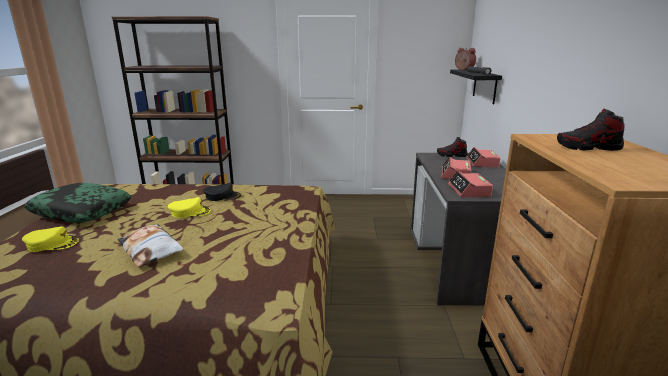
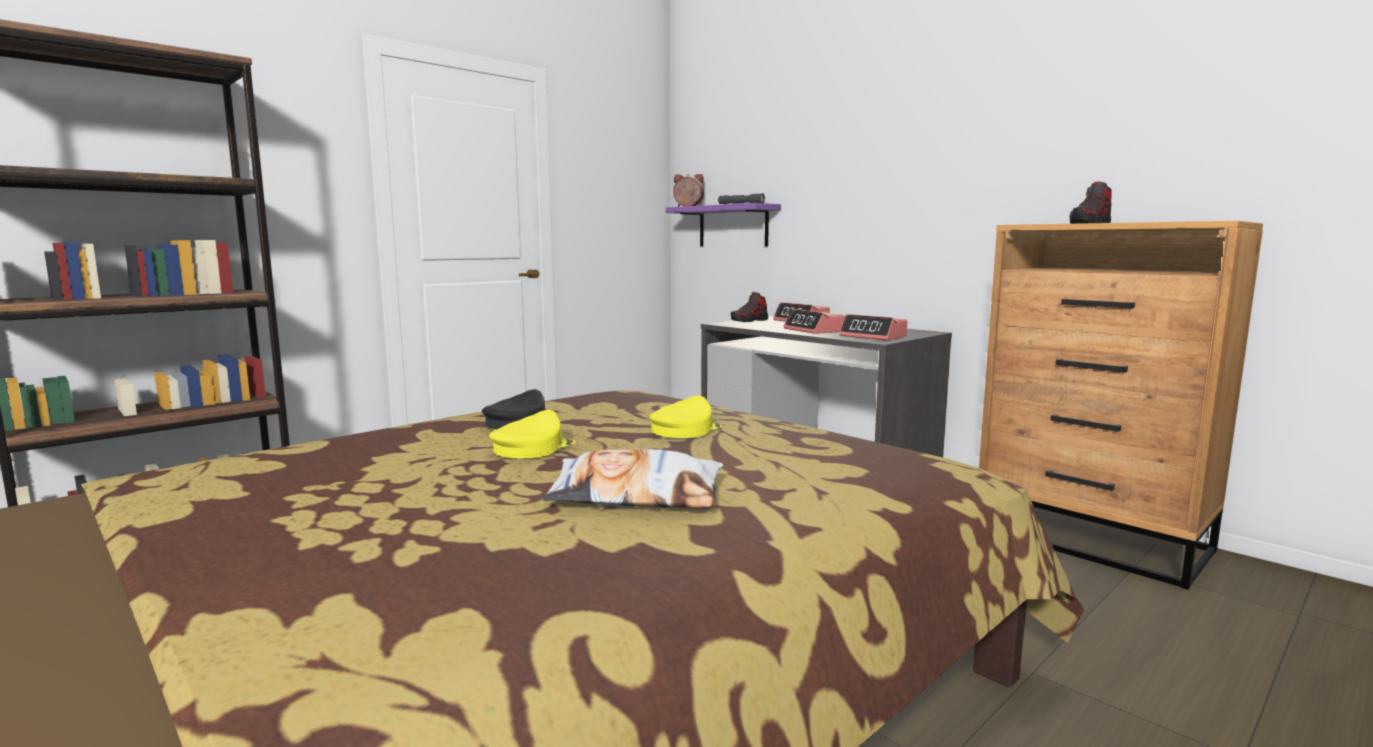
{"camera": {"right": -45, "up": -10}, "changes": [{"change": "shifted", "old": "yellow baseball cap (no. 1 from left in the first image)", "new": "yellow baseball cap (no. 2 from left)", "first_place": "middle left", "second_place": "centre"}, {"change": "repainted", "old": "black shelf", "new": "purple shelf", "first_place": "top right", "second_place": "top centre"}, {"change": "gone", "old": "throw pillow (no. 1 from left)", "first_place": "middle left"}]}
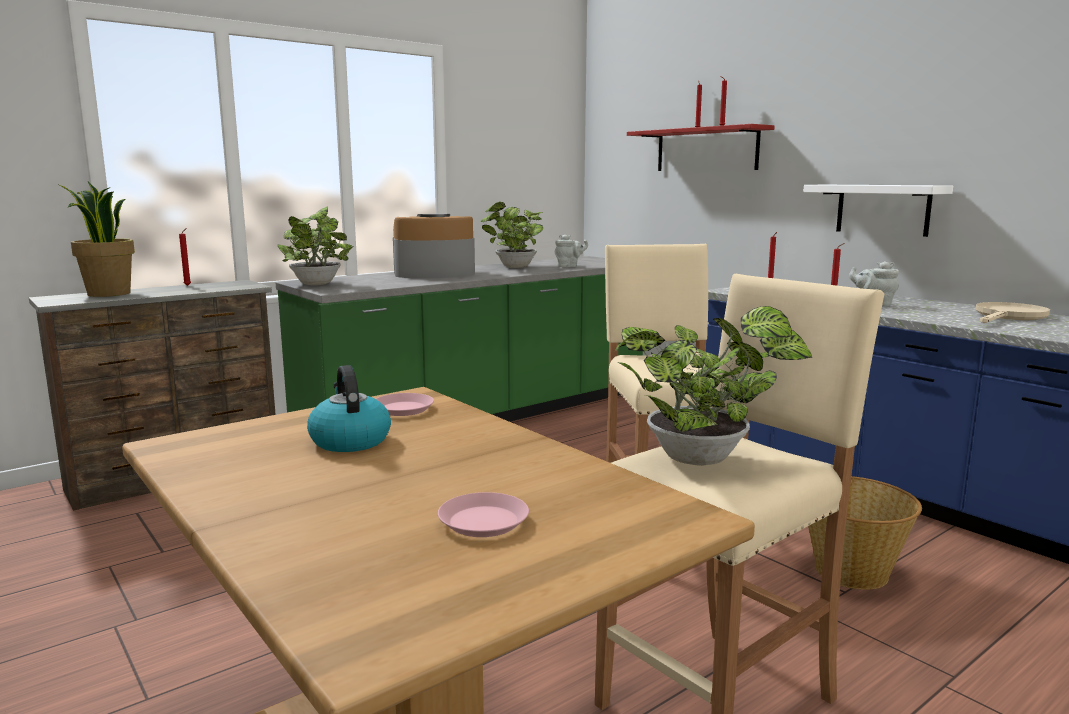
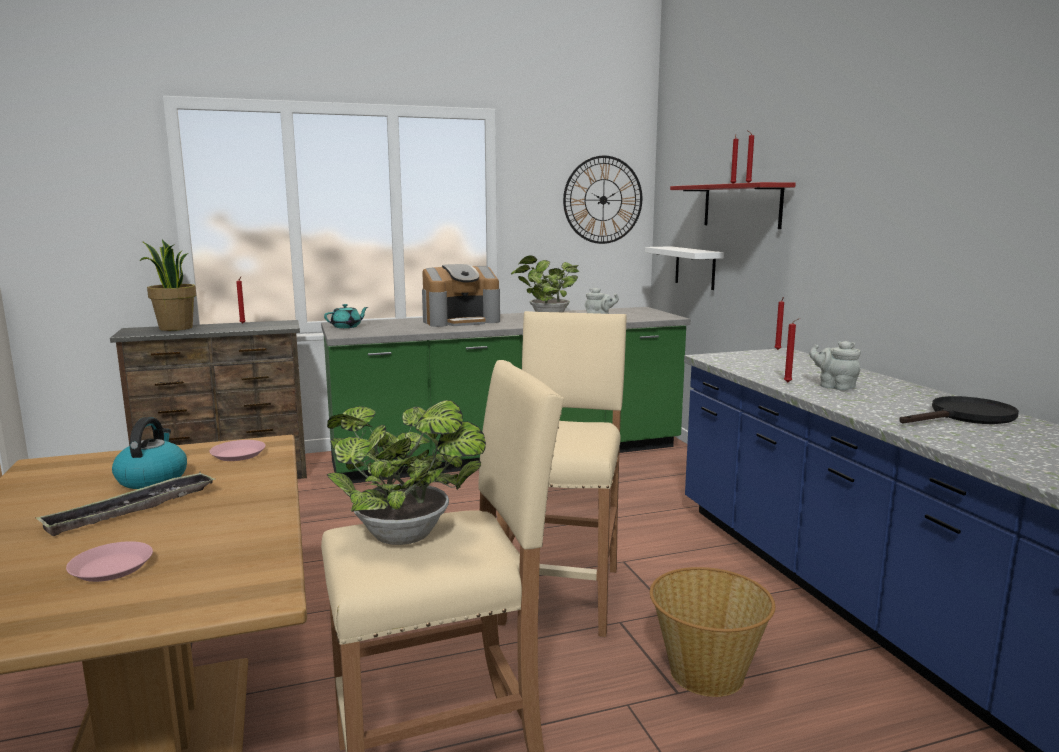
{"camera": {"right": 20, "up": 0}, "changes": [{"change": "new", "new": "carrying tray", "second_place": "bottom left"}, {"change": "swapped", "old": "potted plant (no. 2 from left)", "new": "turquoise-coloured teapot", "first_place": "middle left", "second_place": "middle left"}, {"change": "rotated", "old": "coffee maker", "first_place": "centre", "second_place": "centre", "degrees": 150}, {"change": "new", "new": "hanging clock", "second_place": "top centre"}, {"change": "shifted", "old": "white shelf", "first_place": "top right", "second_place": "centre"}, {"change": "repainted", "old": "beige skillet", "new": "black skillet", "first_place": "middle right", "second_place": "middle right"}]}
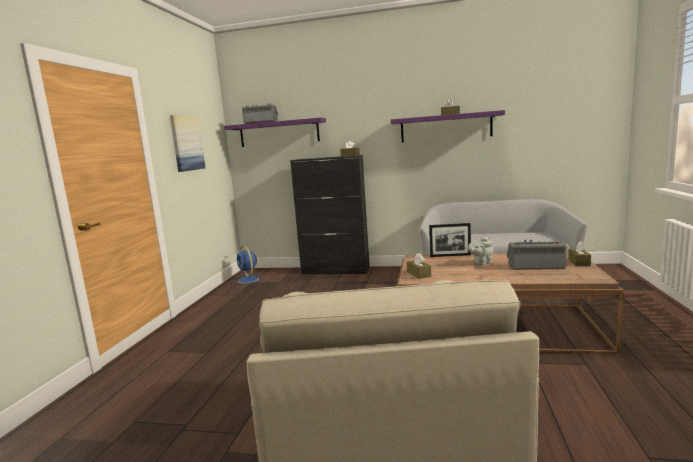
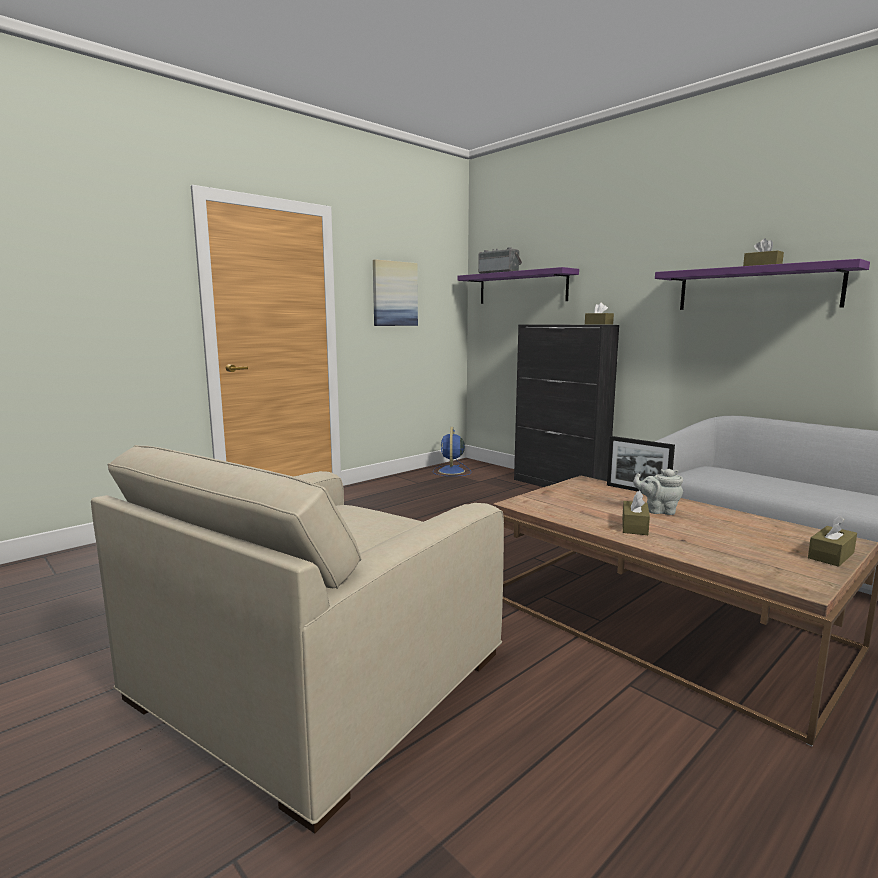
{"camera": {"right": 35, "up": 0}, "changes": [{"change": "shifted", "old": "brown tissue holder (no. 2 from left)", "first_place": "centre", "second_place": "middle right"}, {"change": "gone", "old": "radio (no. 2 from left)", "first_place": "middle right"}]}
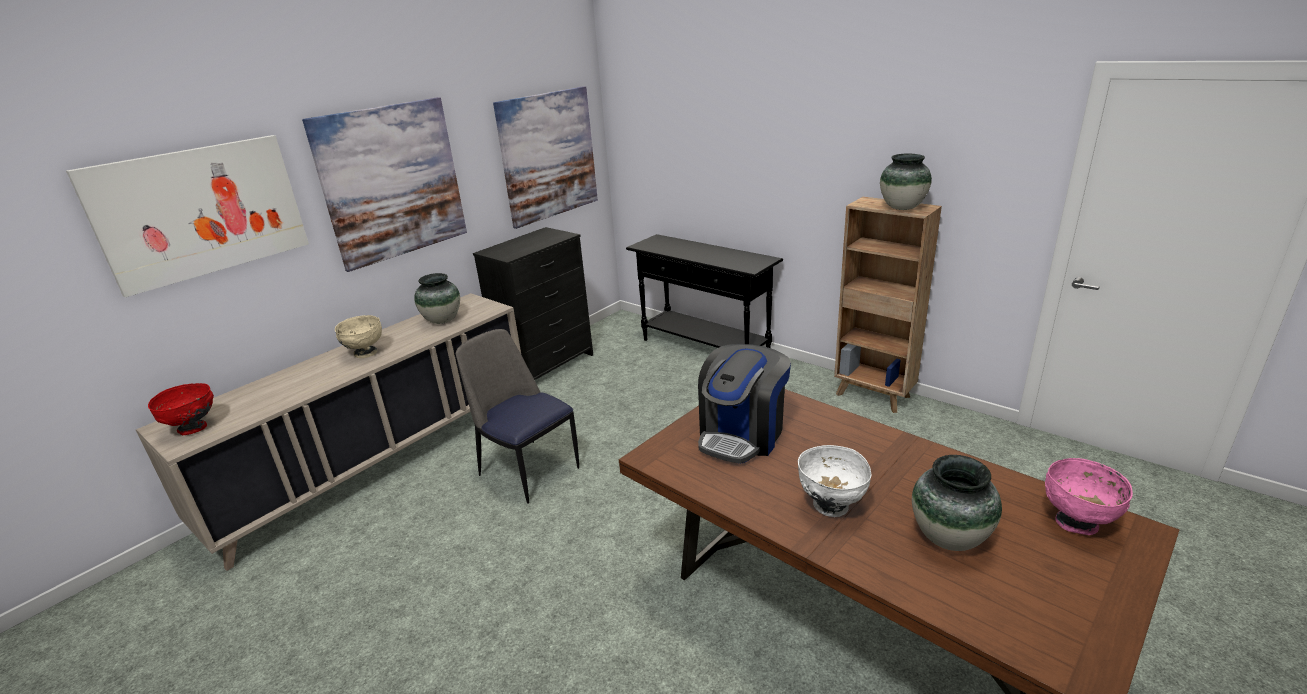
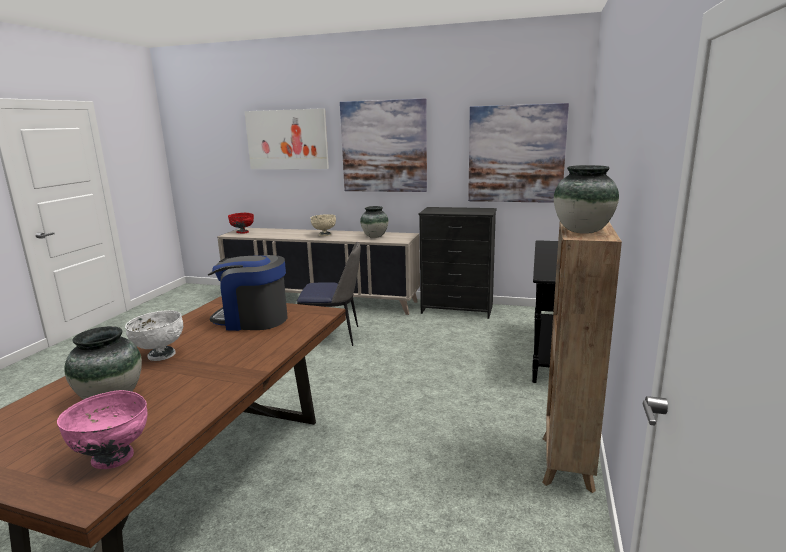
{"camera": {"right": 65, "up": -10}, "changes": [{"change": "rotated", "old": "chair", "first_place": "centre", "second_place": "centre", "degrees": 75}]}
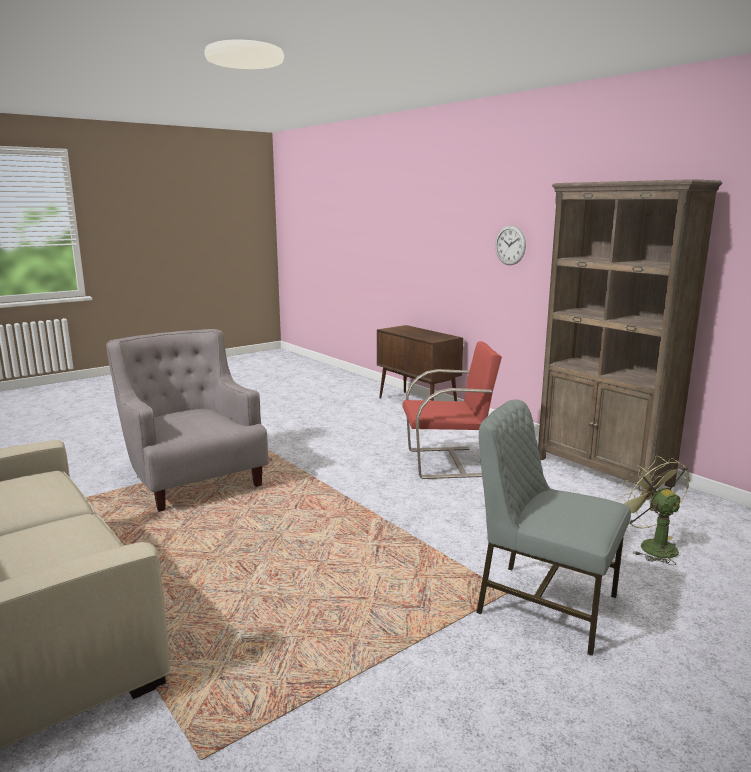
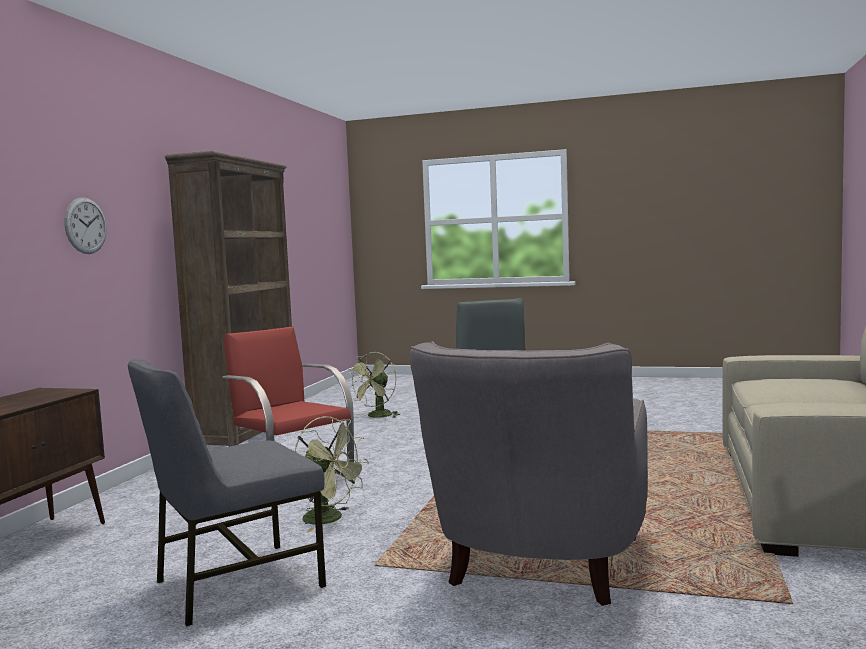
{"camera": {"right": -125, "up": -10}, "changes": [{"change": "new", "new": "gray chair (no. 1 from left)", "second_place": "bottom left"}, {"change": "new", "new": "green fan (no. 1 from left)", "second_place": "bottom centre"}]}
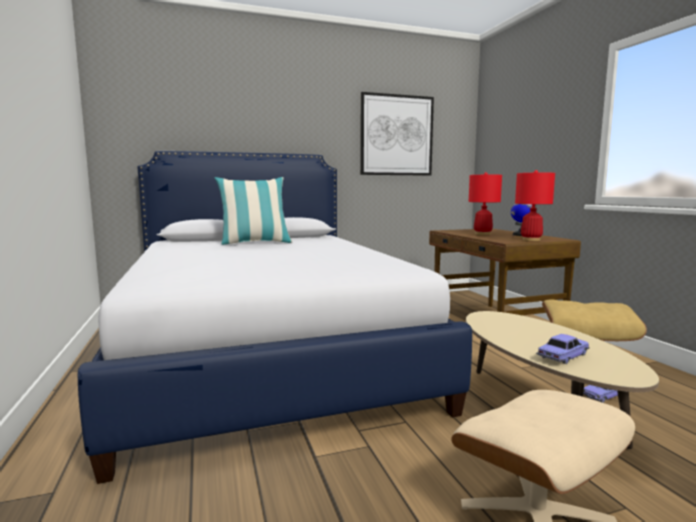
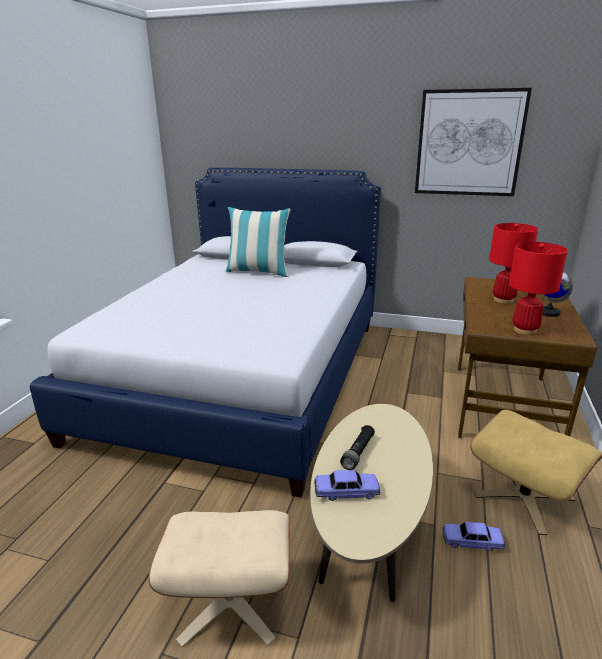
{"camera": {"right": 35, "up": 15}, "changes": [{"change": "new", "new": "black torch", "second_place": "bottom centre"}]}
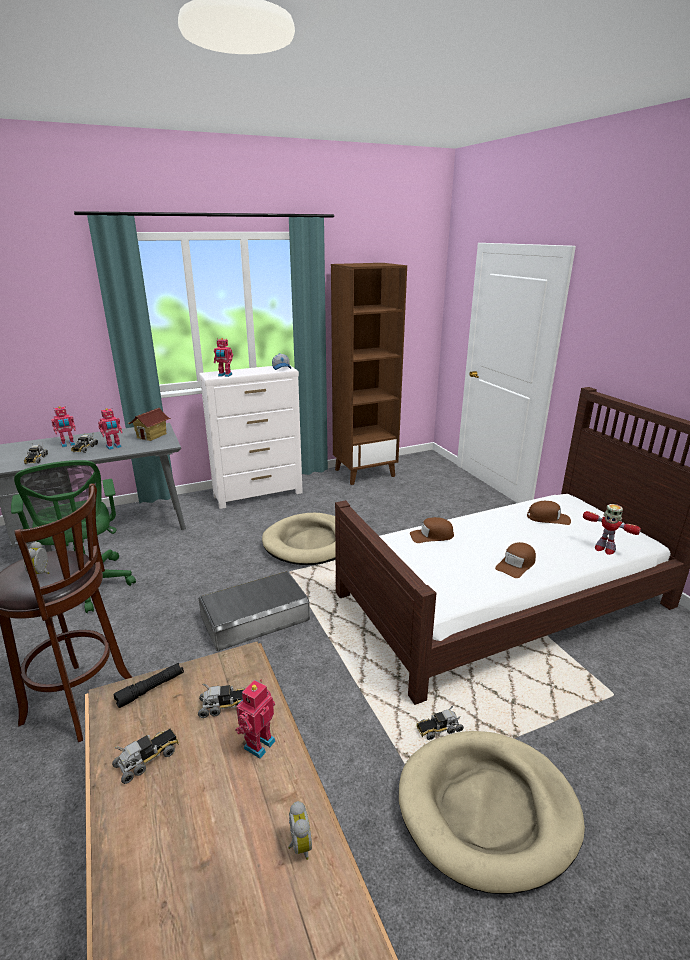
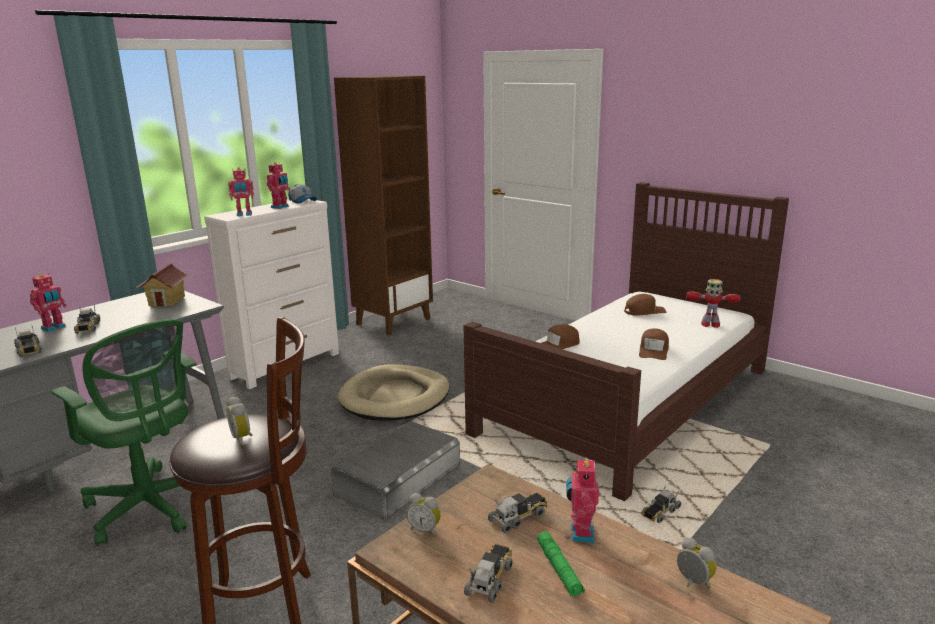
{"camera": {"right": -25, "up": -5}, "changes": [{"change": "shifted", "old": "robot figure (no. 2 from left in the first image)", "new": "robot figure (no. 3 from left)", "first_place": "middle left", "second_place": "top left"}, {"change": "swapped", "old": "black torch", "new": "alarm clock (no. 2 from left)", "first_place": "bottom left", "second_place": "bottom centre"}, {"change": "new", "new": "green torch", "second_place": "bottom centre"}, {"change": "gone", "old": "beige dog cushion (no. 2 from left)", "first_place": "bottom right"}]}
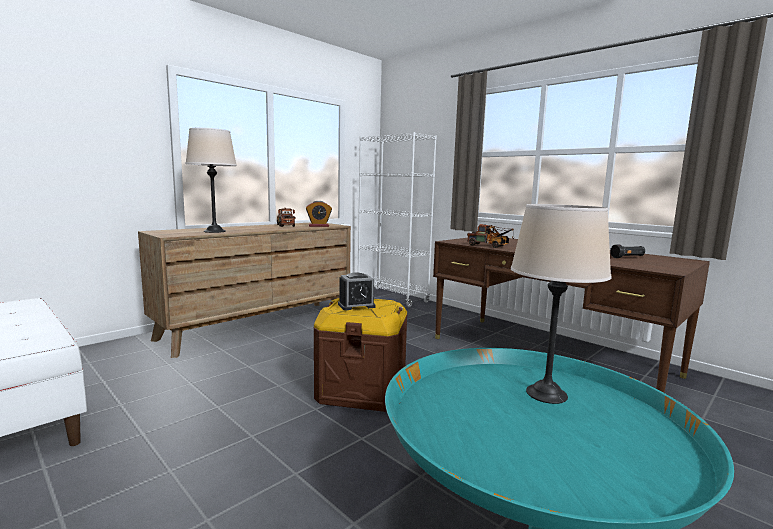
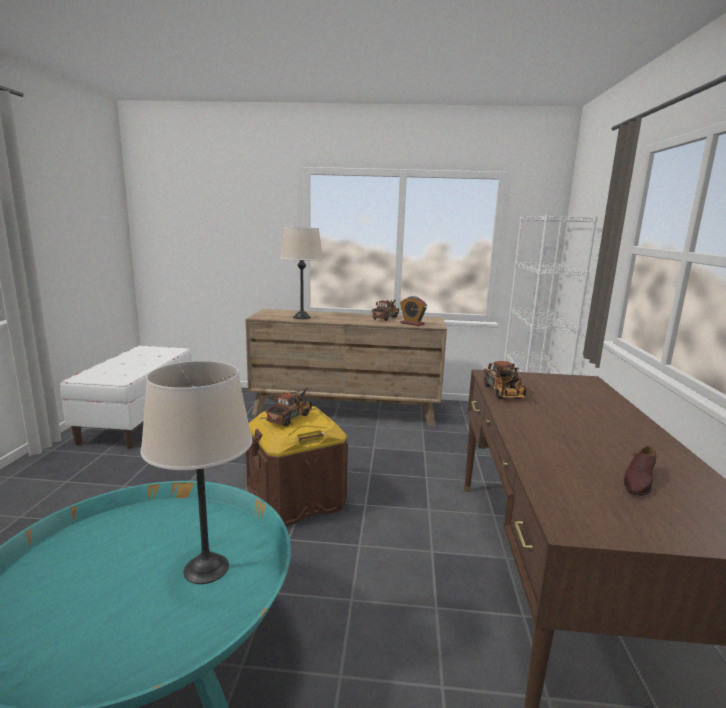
{"camera": {"right": 50, "up": 5}, "changes": [{"change": "swapped", "old": "alarm clock (no. 2 from left)", "new": "toy truck (no. 1 from left)", "first_place": "centre", "second_place": "centre"}, {"change": "swapped", "old": "black torch", "new": "brown item of footwear", "first_place": "middle right", "second_place": "middle right"}]}
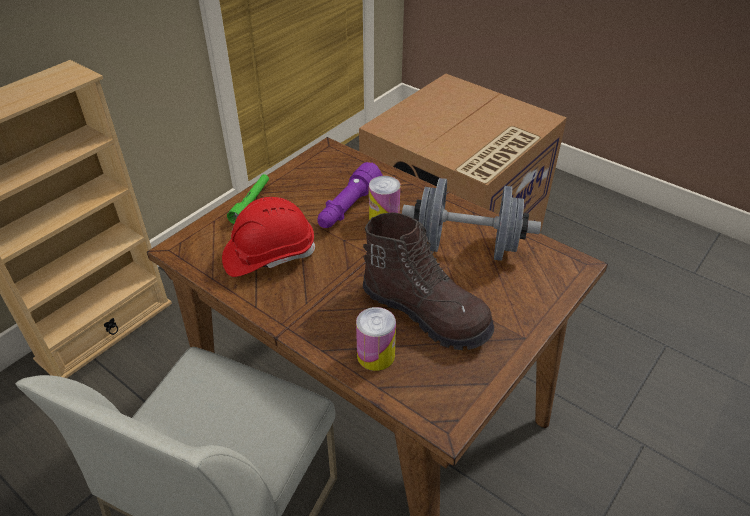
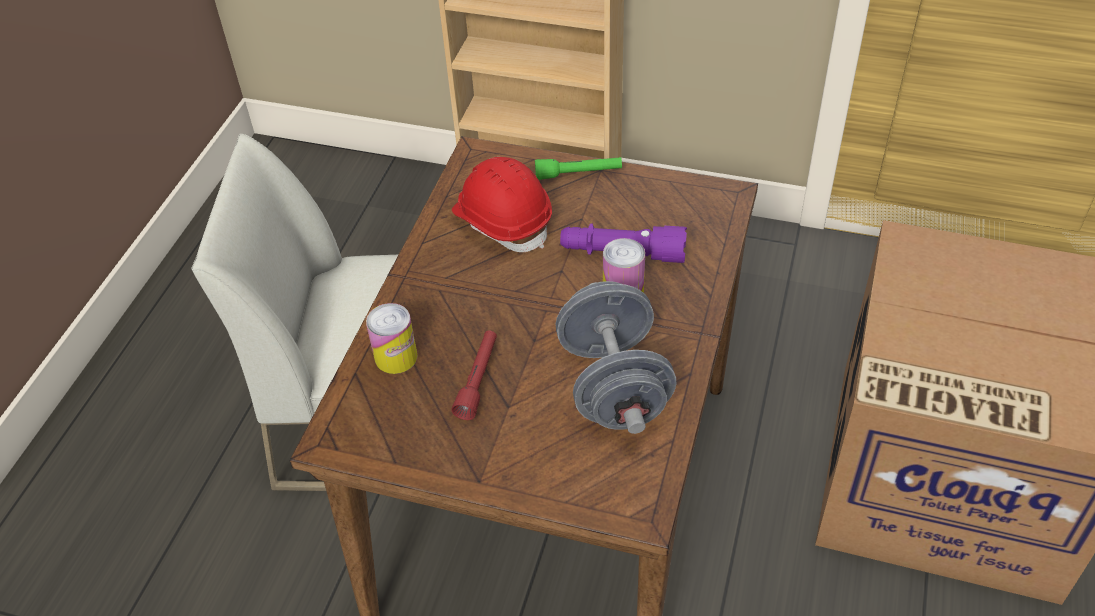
{"camera": {"right": 70, "up": 5}, "changes": [{"change": "swapped", "old": "brown boot", "new": "red torch", "first_place": "centre", "second_place": "centre"}]}
